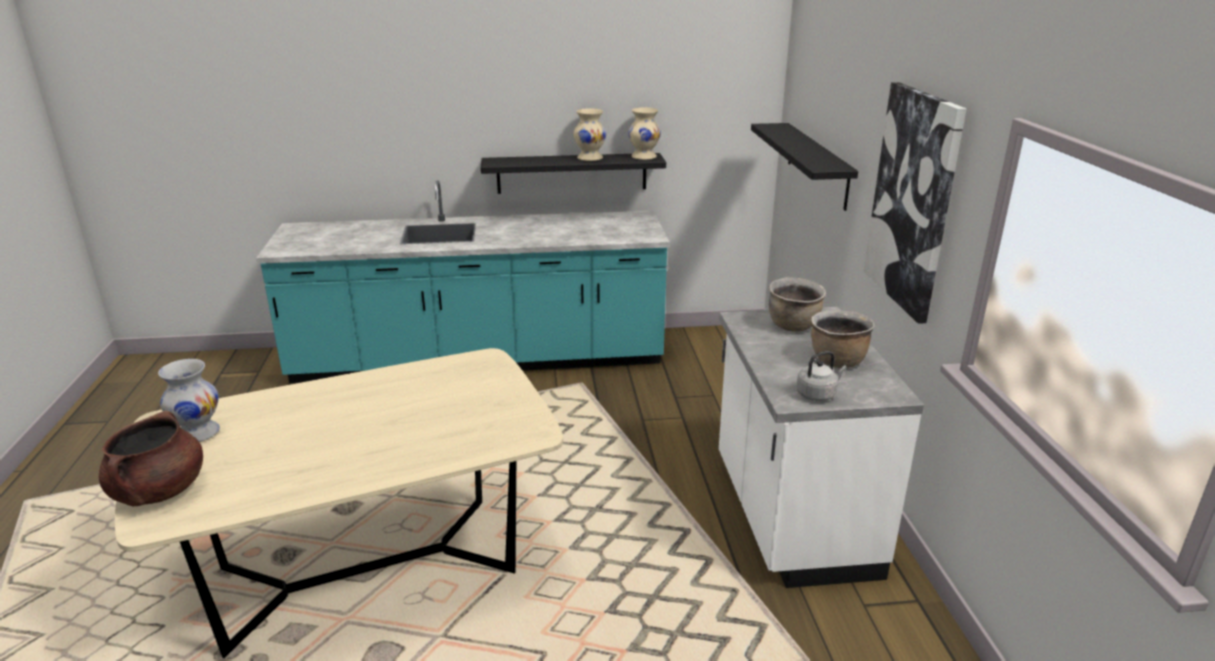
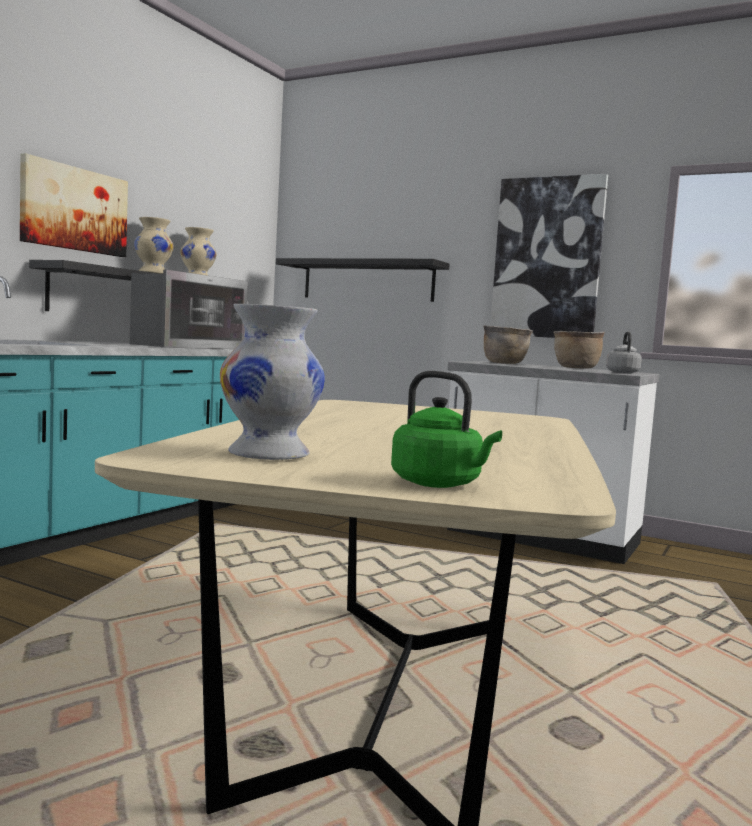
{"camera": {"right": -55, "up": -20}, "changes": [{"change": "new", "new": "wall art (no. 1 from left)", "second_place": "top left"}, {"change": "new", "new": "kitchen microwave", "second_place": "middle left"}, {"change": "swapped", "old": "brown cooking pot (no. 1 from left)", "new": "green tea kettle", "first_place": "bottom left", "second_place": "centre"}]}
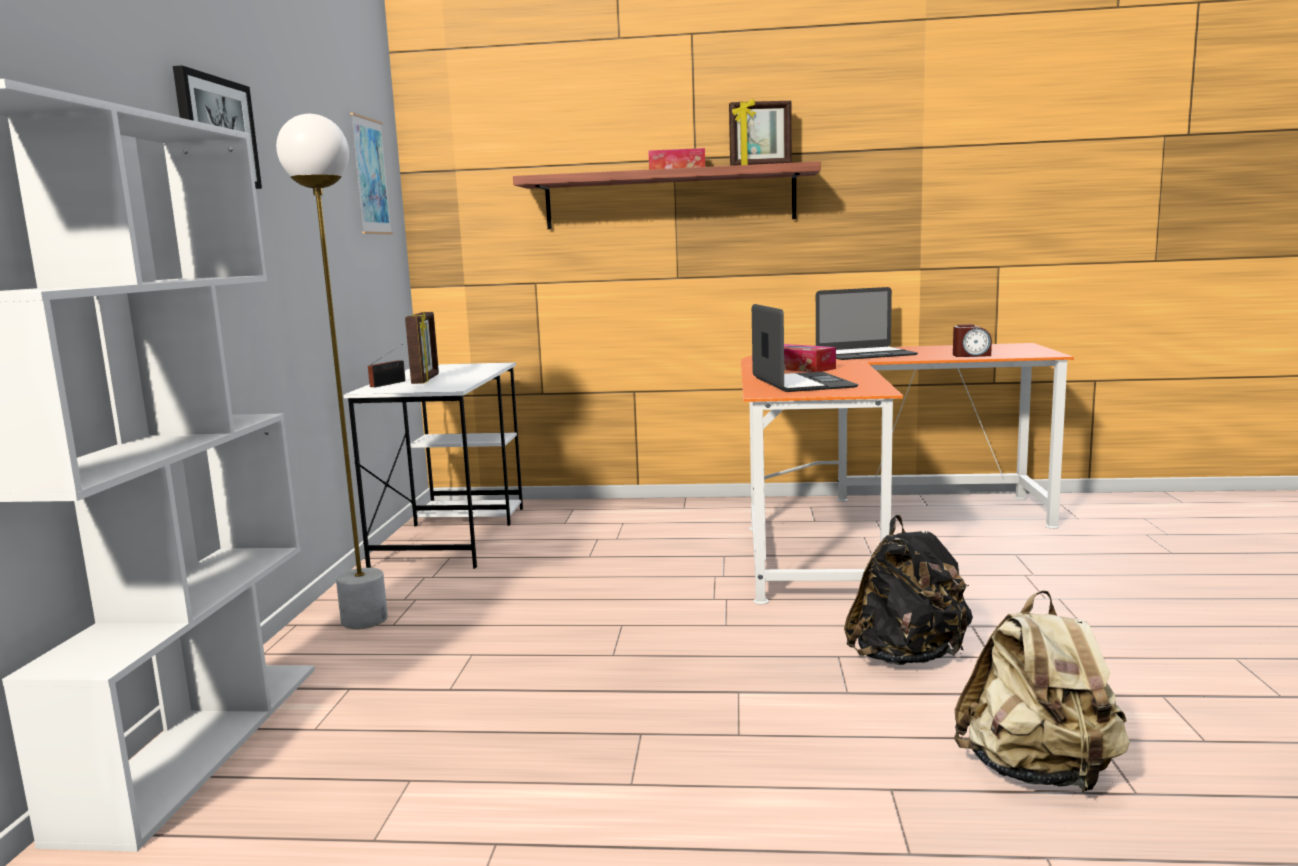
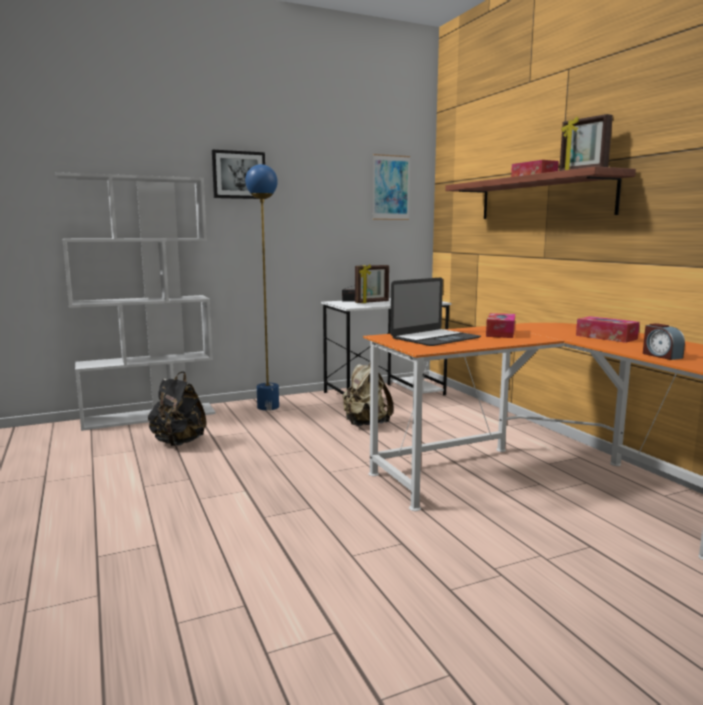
{"camera": {"right": 60, "up": 0}, "changes": [{"change": "shifted", "old": "black rucksack", "first_place": "bottom right", "second_place": "middle left"}, {"change": "repainted", "old": "white standard lamp", "new": "blue standard lamp", "first_place": "middle left", "second_place": "centre"}, {"change": "shifted", "old": "beige rucksack", "first_place": "bottom right", "second_place": "centre"}, {"change": "swapped", "old": "notebook computer (no. 2 from left)", "new": "tissue holder (no. 3 from left)", "first_place": "middle right", "second_place": "middle right"}]}
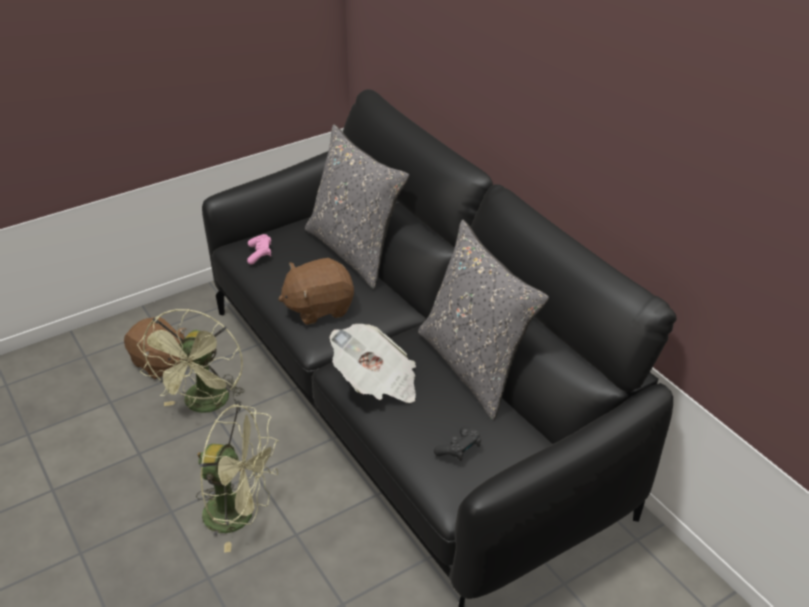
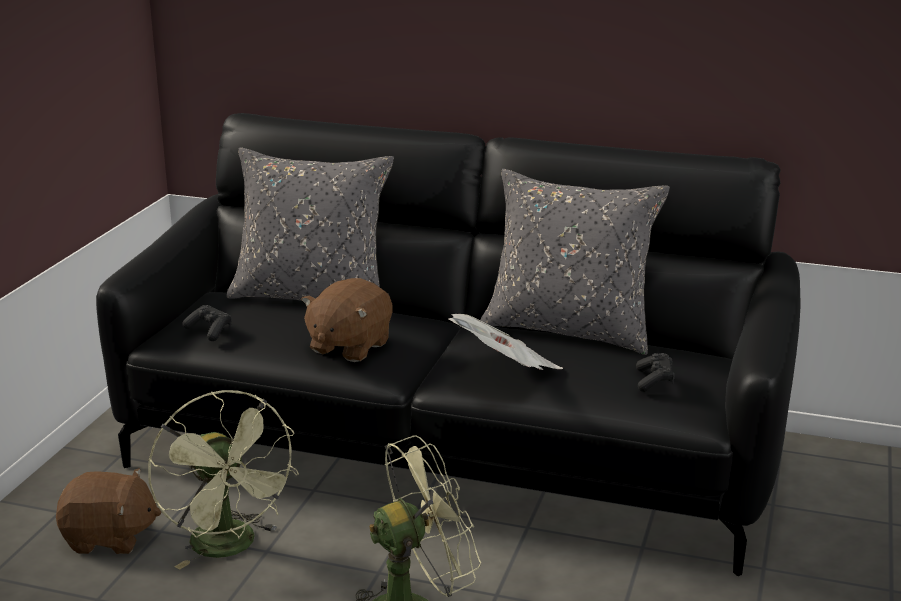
{"camera": {"right": -40, "up": -15}, "changes": [{"change": "repainted", "old": "pink gamepad", "new": "black gamepad (no. 1 from left)", "first_place": "middle left", "second_place": "middle left"}]}
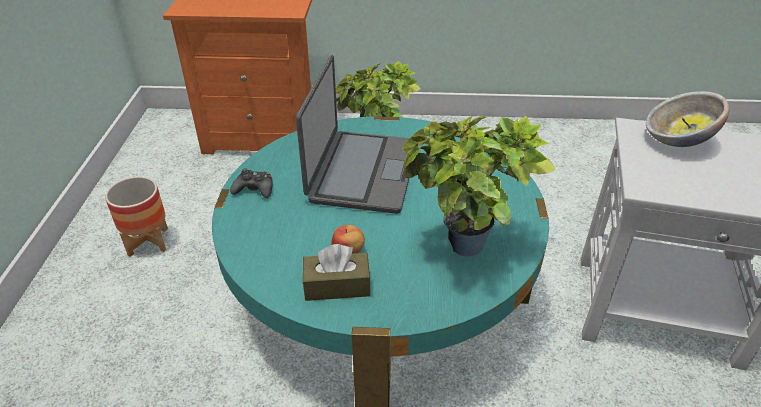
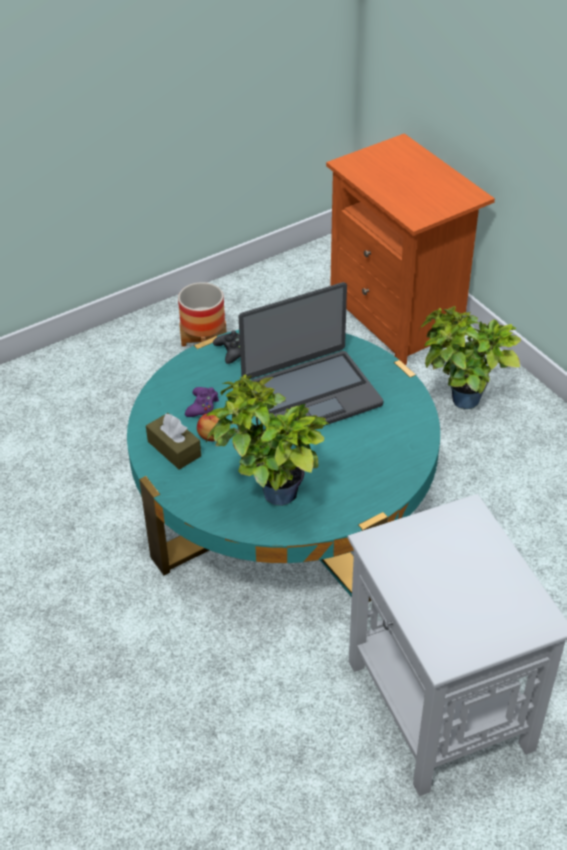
{"camera": {"right": 55, "up": 5}, "changes": [{"change": "new", "new": "purple gamepad", "second_place": "centre"}, {"change": "gone", "old": "serving bowl", "first_place": "top right"}]}
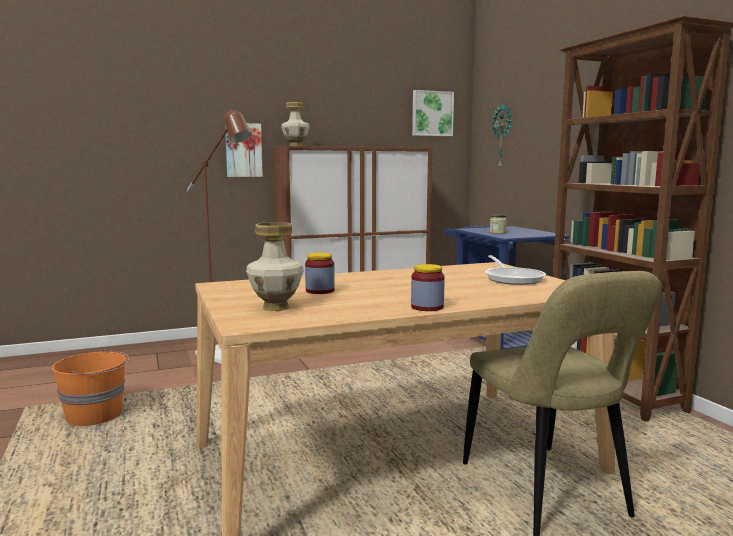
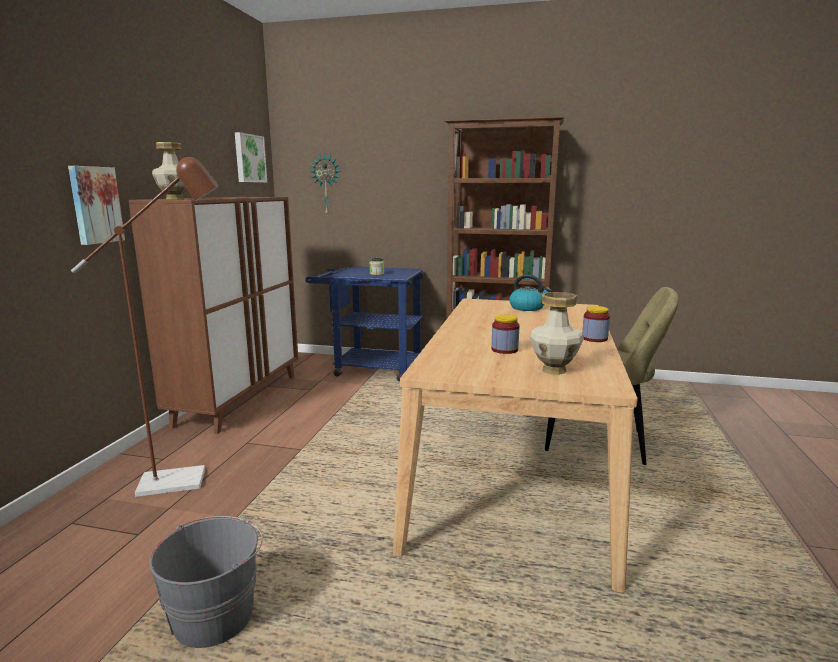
{"camera": {"right": -55, "up": 5}, "changes": [{"change": "repainted", "old": "orange-coloured pail", "new": "gray pail", "first_place": "bottom left", "second_place": "bottom left"}, {"change": "swapped", "old": "skillet", "new": "tea kettle", "first_place": "middle right", "second_place": "centre"}]}
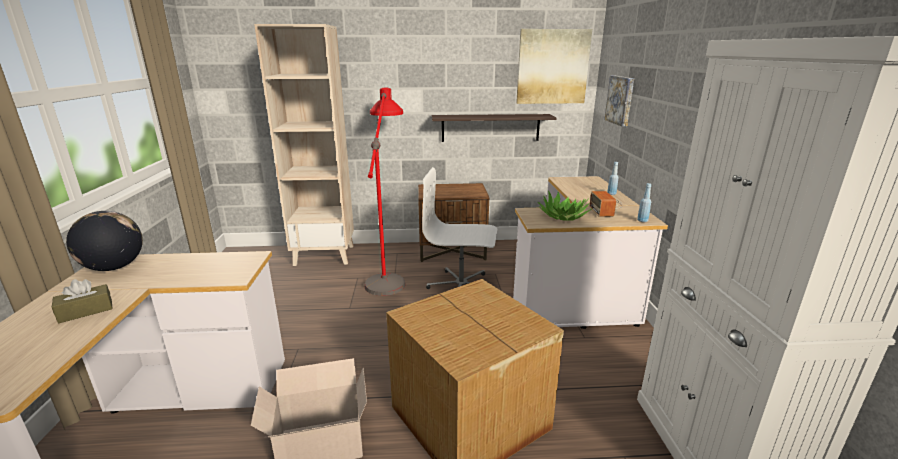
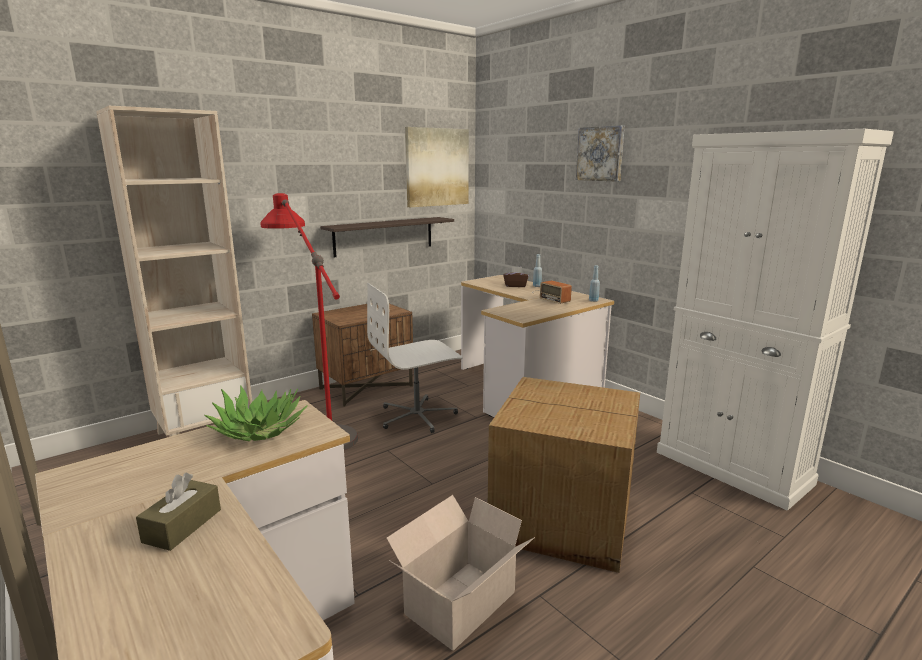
{"camera": {"right": -35, "up": -5}, "changes": [{"change": "shifted", "old": "potted plant", "first_place": "centre", "second_place": "middle left"}, {"change": "new", "new": "brown tissue holder (no. 2 from left)", "second_place": "centre"}, {"change": "shifted", "old": "wall art (no. 2 from left)", "first_place": "top right", "second_place": "top centre"}, {"change": "gone", "old": "world globe", "first_place": "middle left"}]}
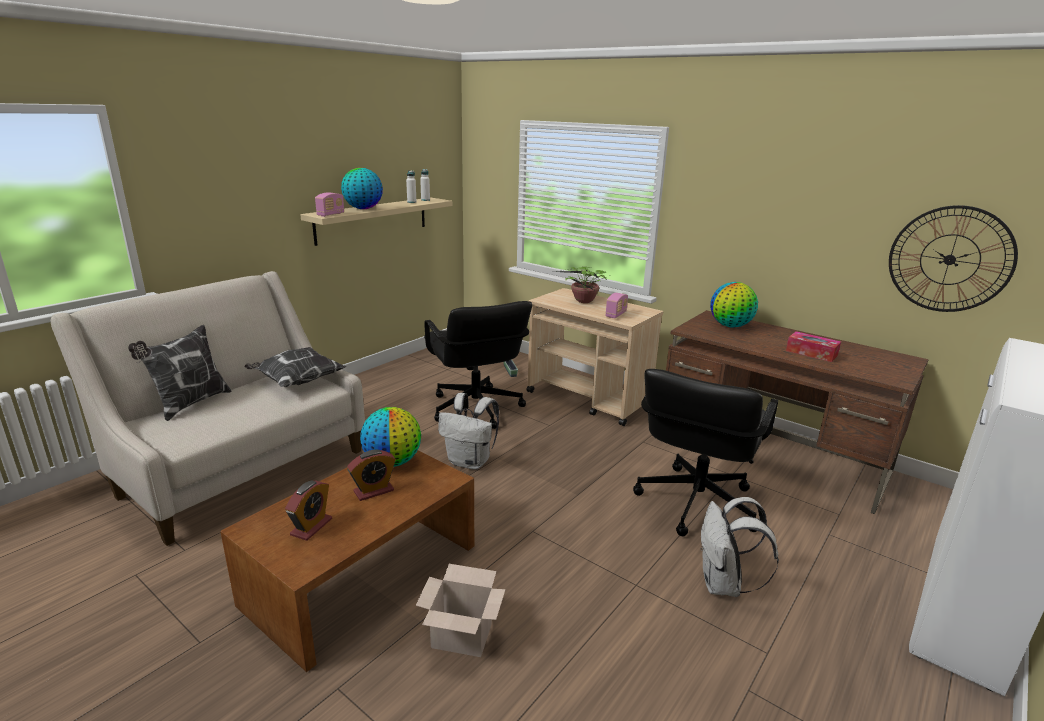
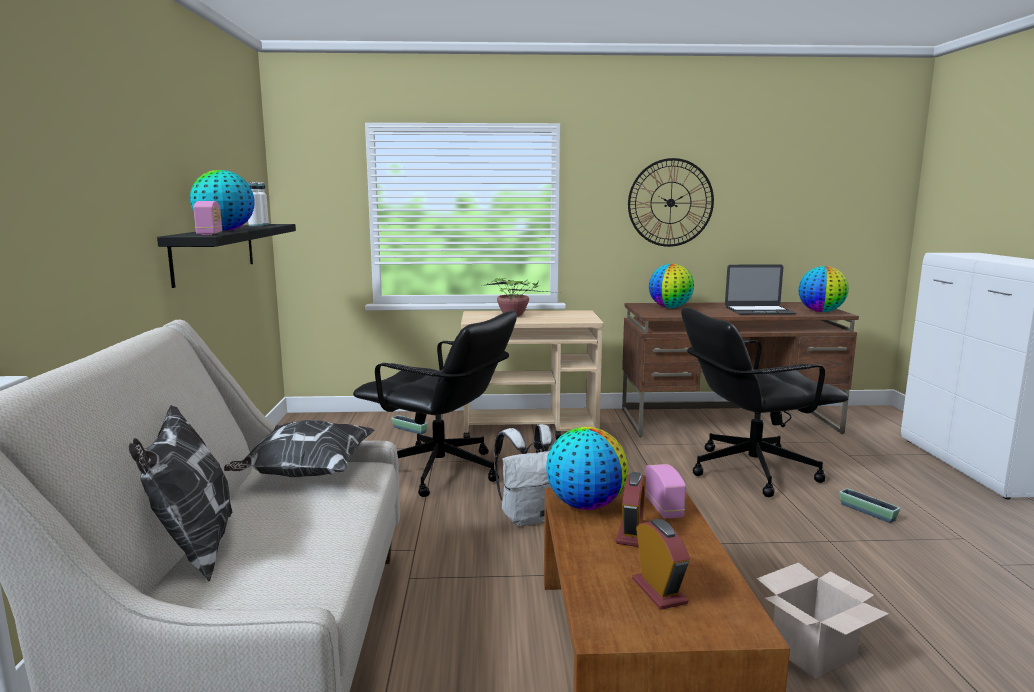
{"camera": {"right": -40, "up": -10}, "changes": [{"change": "repainted", "old": "beige shelf", "new": "black shelf", "first_place": "top centre", "second_place": "middle left"}, {"change": "shifted", "old": "hanging clock", "first_place": "middle right", "second_place": "top centre"}, {"change": "shifted", "old": "radio (no. 2 from left)", "first_place": "centre", "second_place": "bottom centre"}, {"change": "rotated", "old": "black desk chair (no. 2 from left)", "first_place": "middle right", "second_place": "middle right", "degrees": 90}, {"change": "swapped", "old": "tissue holder", "new": "notebook computer", "first_place": "middle right", "second_place": "middle right"}, {"change": "new", "new": "world globe (no. 4 from left)", "second_place": "middle right"}, {"change": "swapped", "old": "white rucksack (no. 2 from left)", "new": "flower pot (no. 2 from left)", "first_place": "bottom right", "second_place": "bottom right"}]}
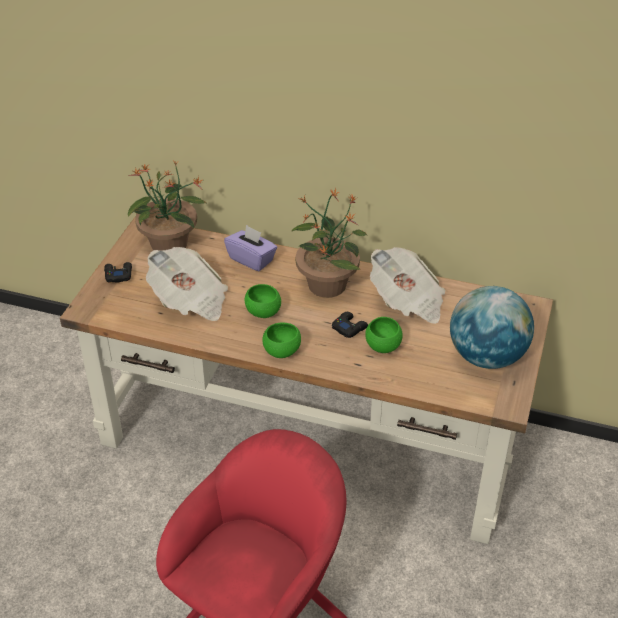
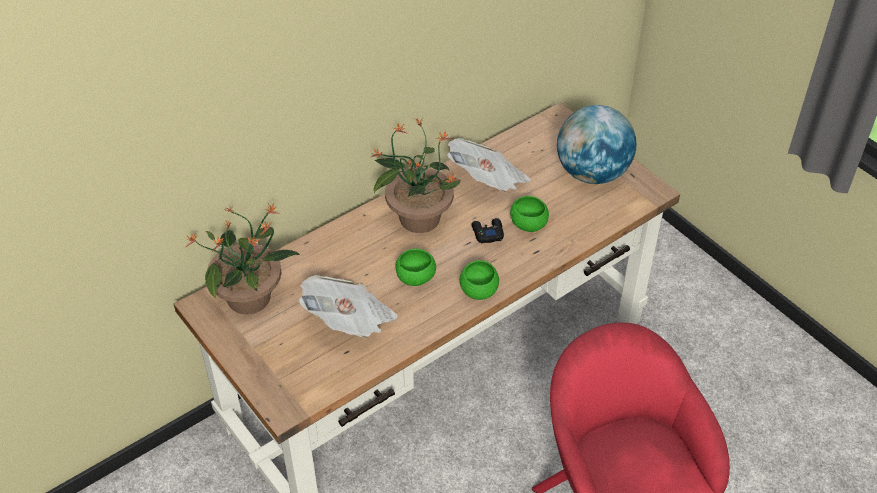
{"camera": {"right": -55, "up": 5}, "changes": [{"change": "gone", "old": "black gamepad (no. 1 from left)", "first_place": "middle left"}, {"change": "gone", "old": "purple tissue holder", "first_place": "centre"}]}
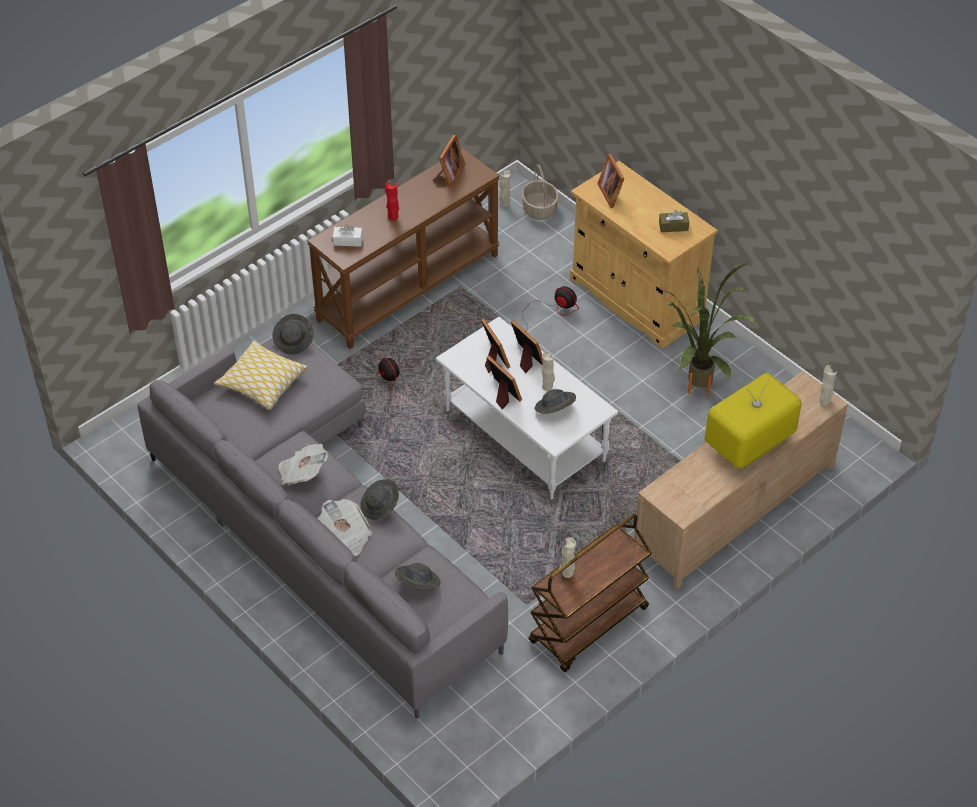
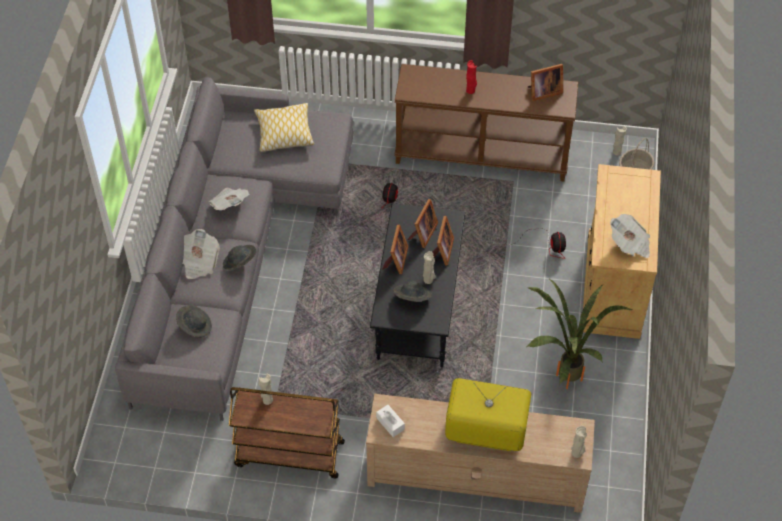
{"camera": {"right": 50, "up": 5}, "changes": [{"change": "repainted", "old": "white coffee table", "new": "black coffee table", "first_place": "centre", "second_place": "centre"}, {"change": "shifted", "old": "white tissue holder", "first_place": "top centre", "second_place": "bottom centre"}, {"change": "swapped", "old": "brown tissue holder", "new": "newspaper (no. 3 from left)", "first_place": "top right", "second_place": "middle right"}, {"change": "gone", "old": "gray hat (no. 1 from left)", "first_place": "middle left"}, {"change": "gone", "old": "photo frame (no. 5 from left)", "first_place": "top centre"}]}
